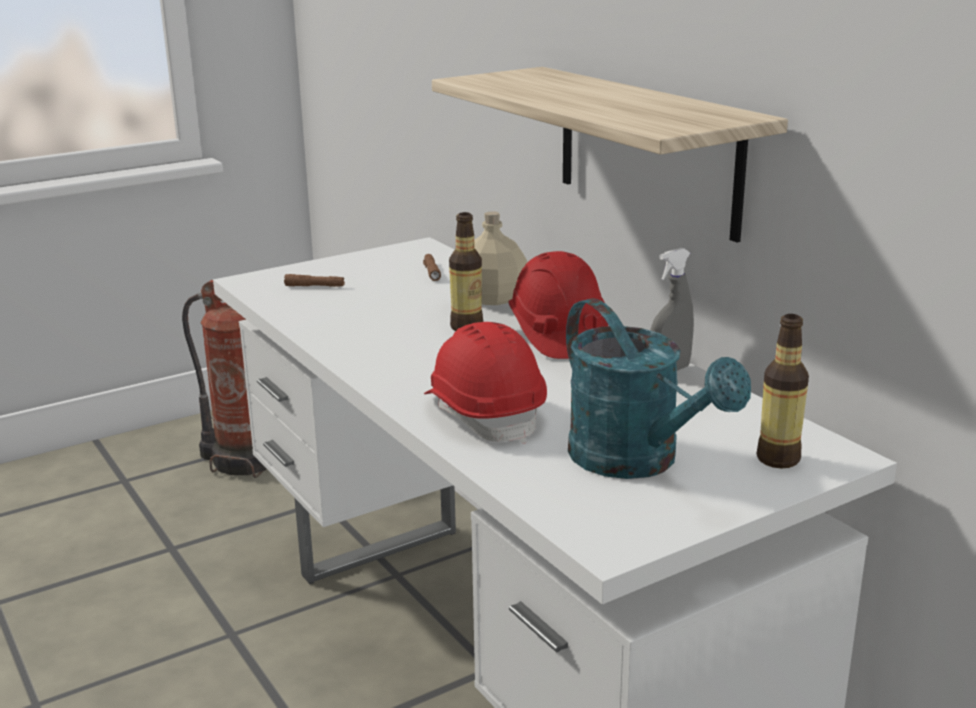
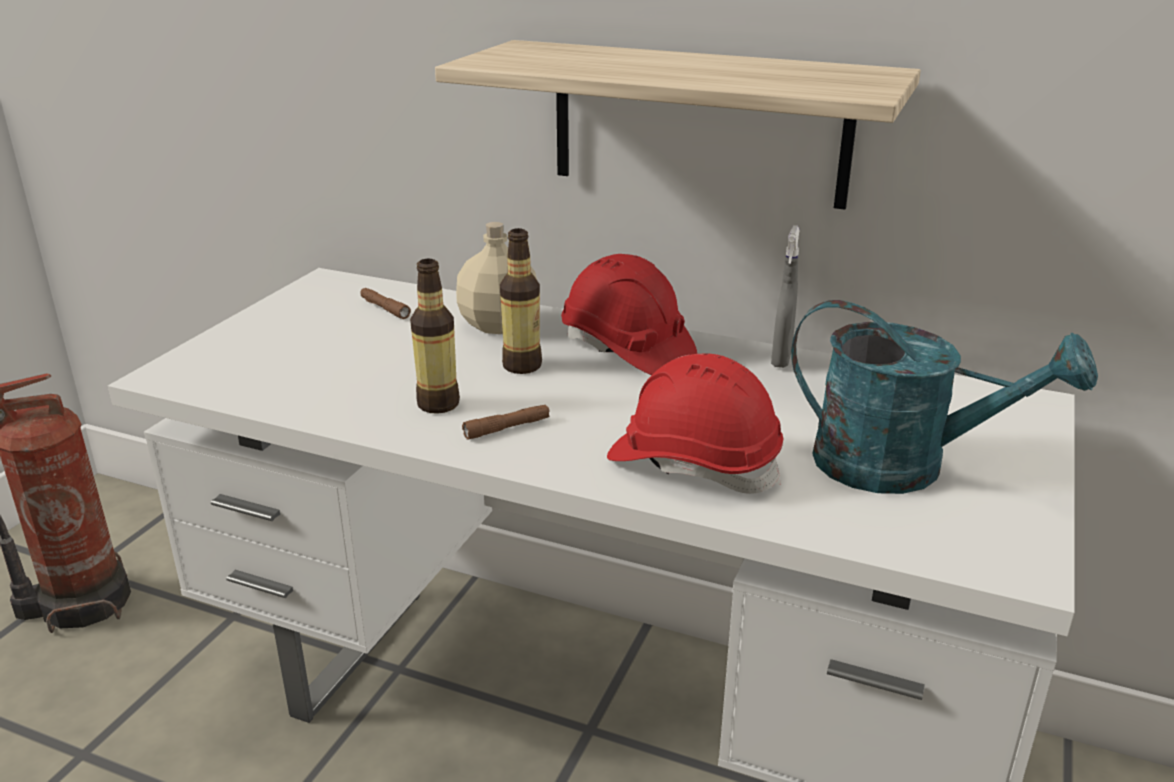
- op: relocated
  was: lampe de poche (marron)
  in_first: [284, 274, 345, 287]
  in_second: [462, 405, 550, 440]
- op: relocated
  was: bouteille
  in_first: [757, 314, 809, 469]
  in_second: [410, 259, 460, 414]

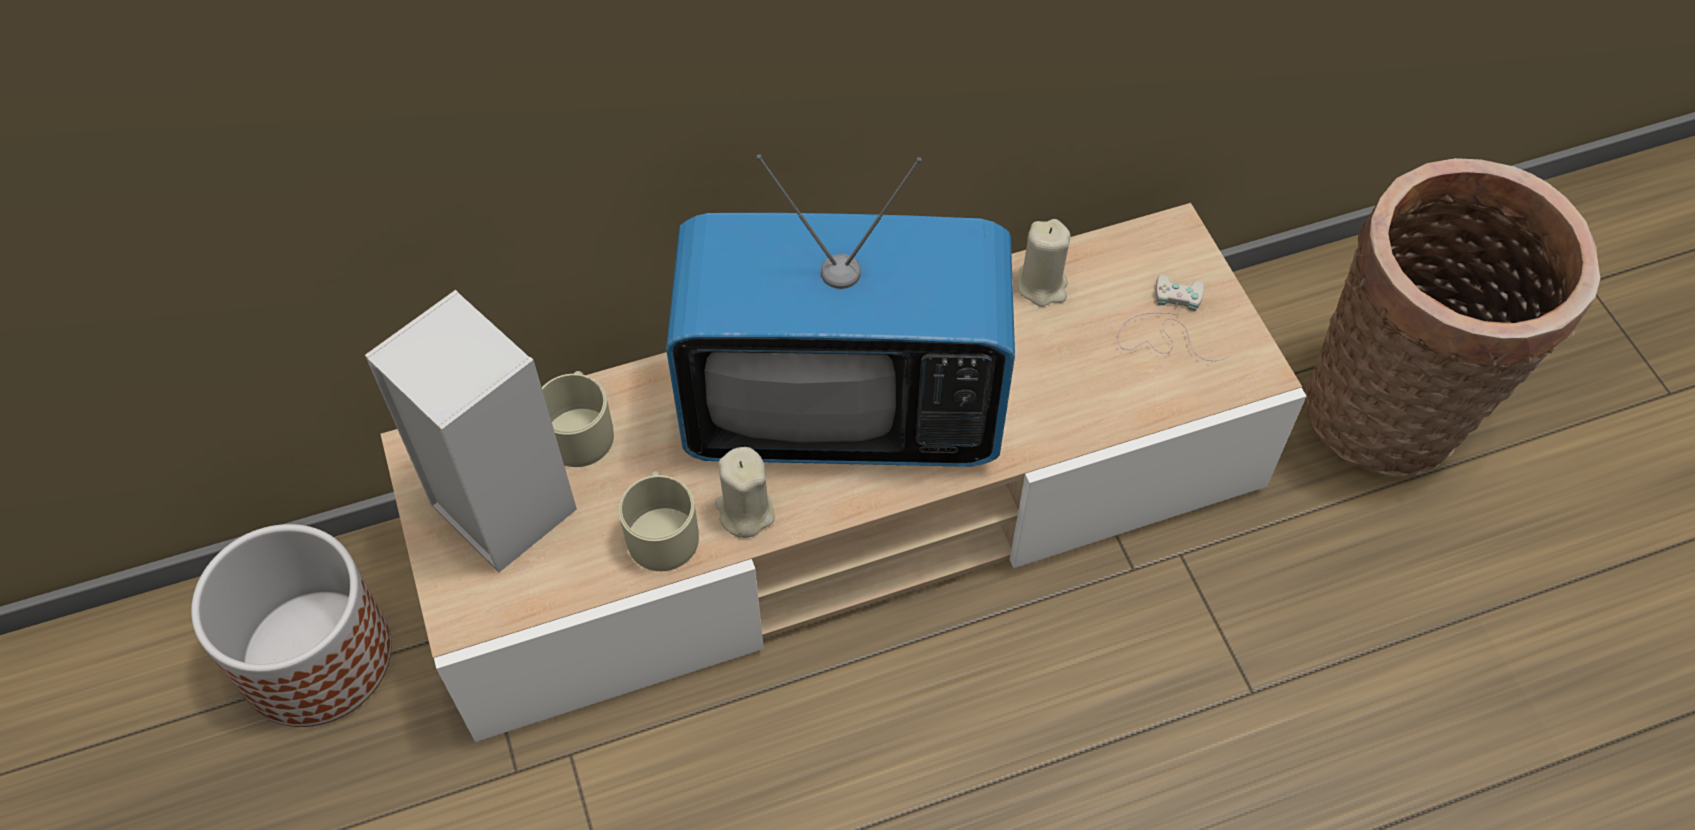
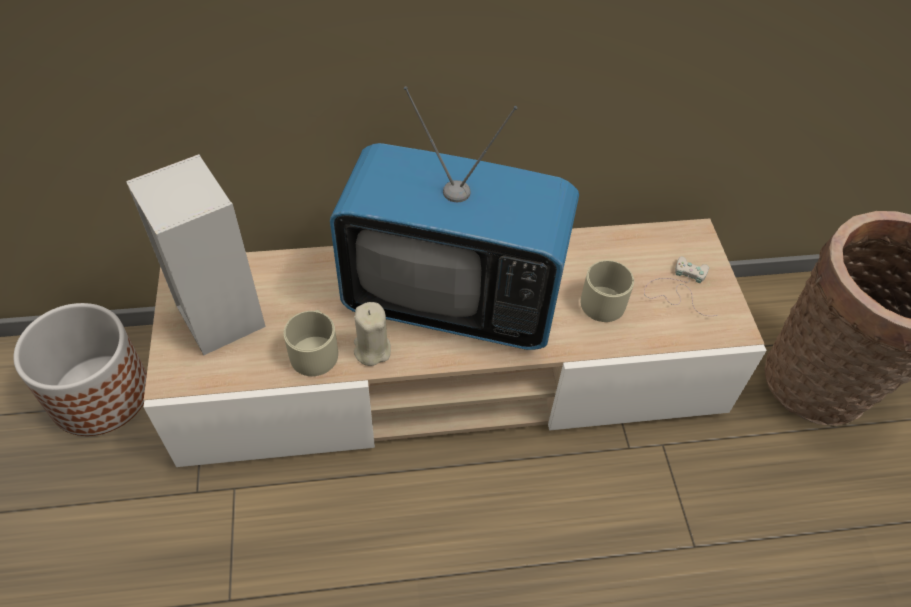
- op: missing
  was: bougie (beige)
  in_first: [1017, 219, 1071, 306]
- op: relocated
  was: mug (beige)
  in_first: [542, 371, 614, 467]
  in_second: [581, 260, 634, 322]

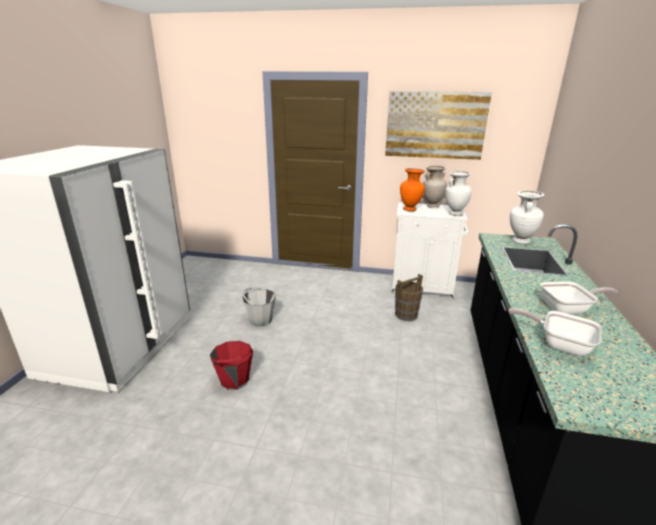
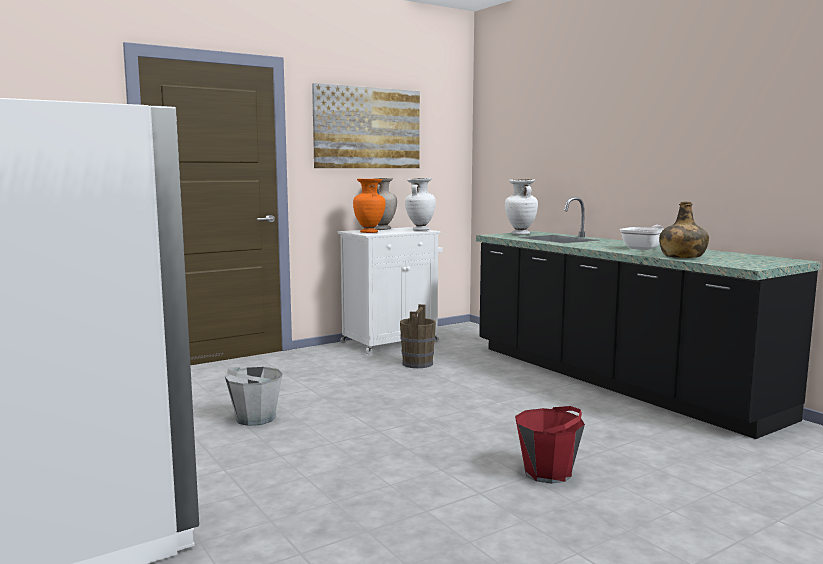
- op: relocated
  was: seau (rouge)
  in_first: [210, 341, 253, 390]
  in_second: [515, 406, 585, 484]
- op: exchanged
  was: poêle
  now: bouteille (vert)
  in_first: [508, 308, 602, 356]
  in_second: [659, 202, 709, 258]

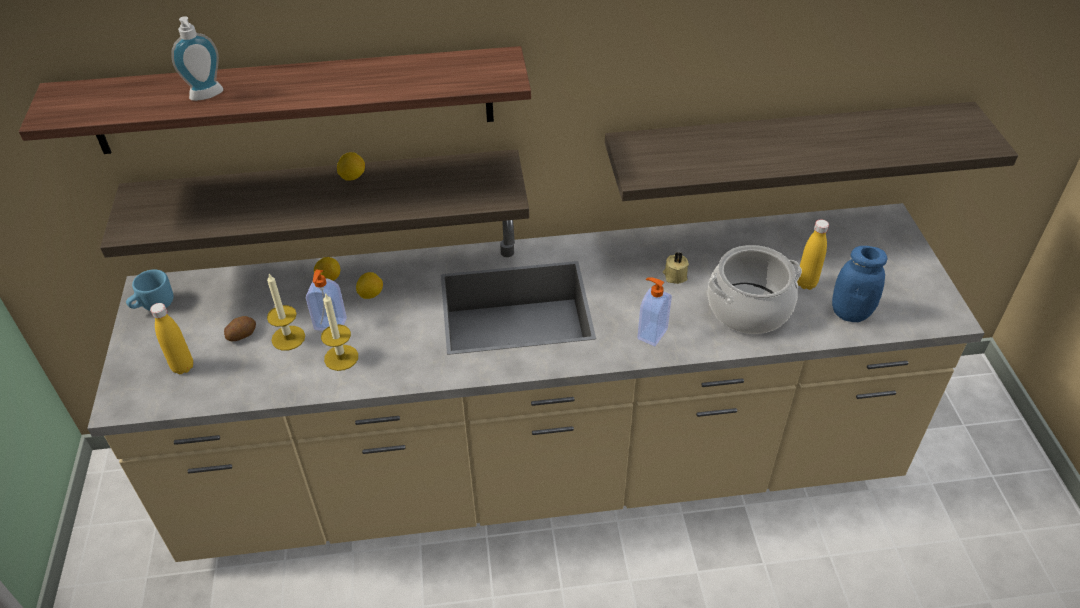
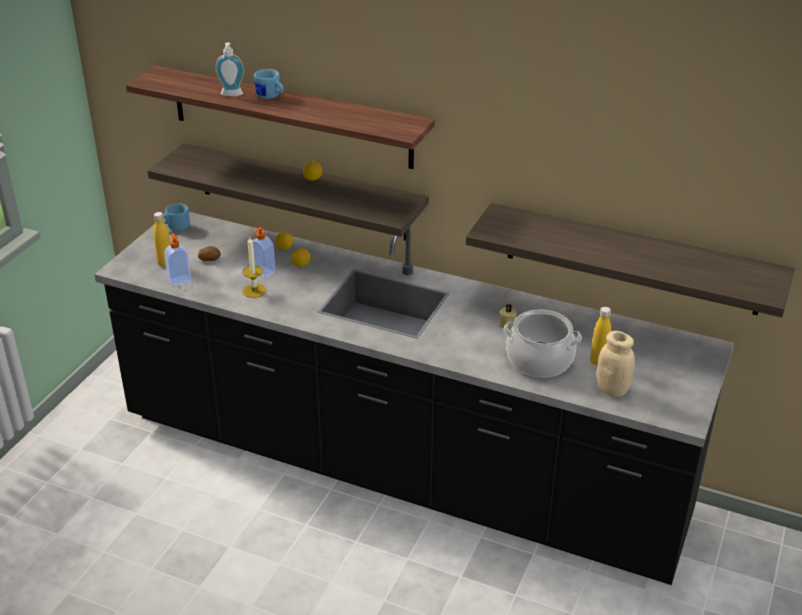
- op: missing
  was: bougie
  in_first: [267, 274, 305, 351]
- op: appeared
  now: mug (bleu)
  in_second: [254, 69, 283, 99]
- op: relocated
  was: distributeur de savon
  in_first: [637, 277, 672, 346]
  in_second: [164, 233, 192, 286]
- op: colour
  was: comptoir de cuisine (beige)
  now: comptoir de cuisine (noir)
  in_first: [87, 203, 984, 562]
  in_second: [94, 212, 734, 585]
- op: colour
  was: bocal (bleu)
  now: bocal (beige)
  in_first: [832, 246, 887, 322]
  in_second: [597, 331, 635, 397]

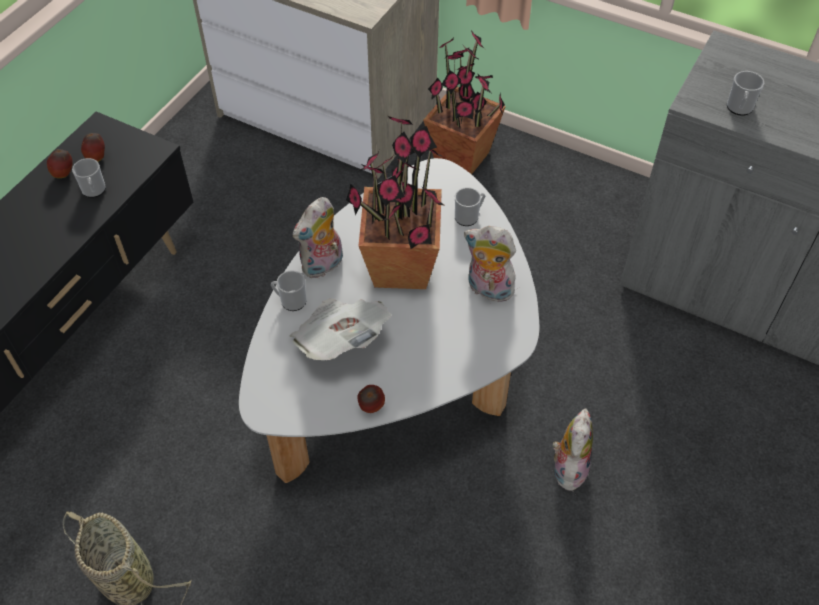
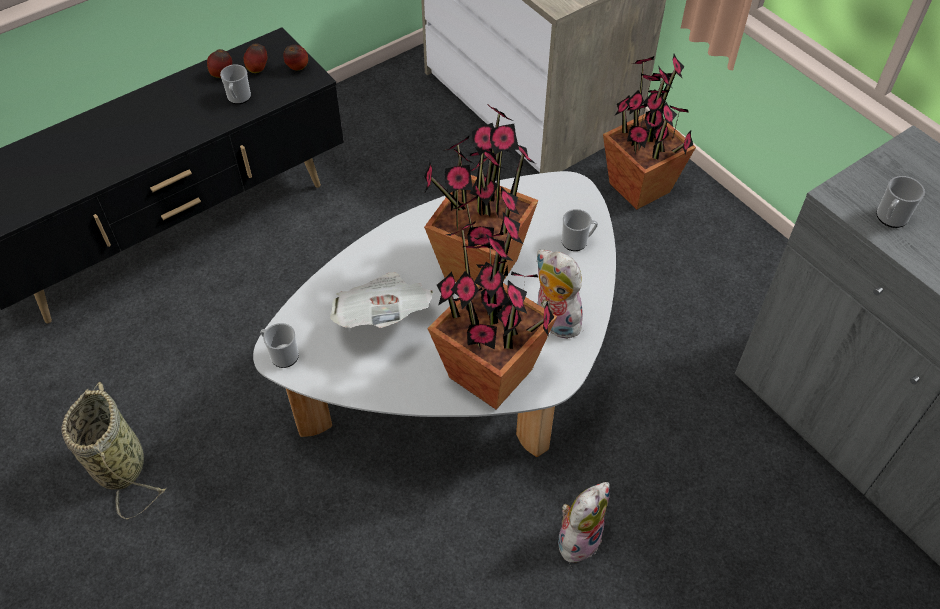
- op: missing
  was: peluche
  in_first: [293, 197, 343, 278]
- op: appeared
  now: plante en pot
  in_second: [427, 212, 557, 409]
- op: relocated
  was: mug
  in_first: [271, 270, 306, 311]
  in_second: [260, 323, 299, 368]
- op: relocated
  was: pomme
  in_first: [357, 385, 385, 413]
  in_second: [283, 45, 308, 70]

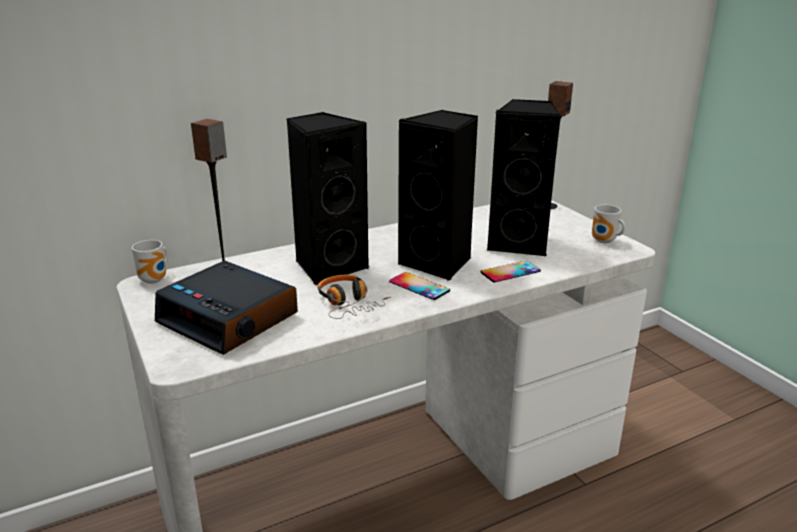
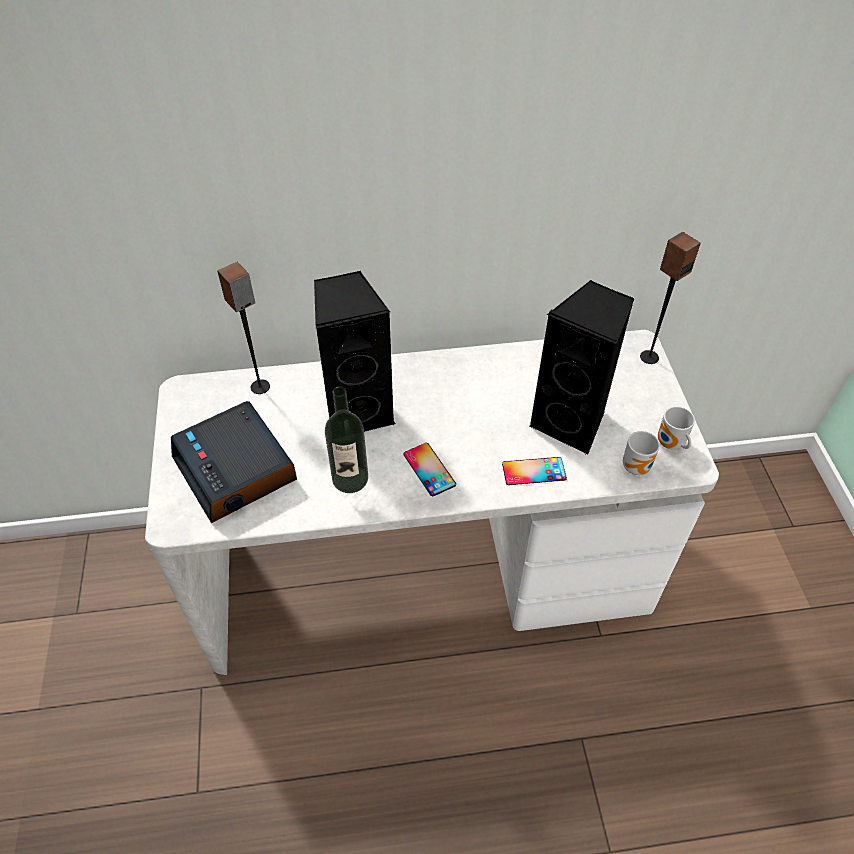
- op: missing
  was: enceinte (noir)
  in_first: [398, 110, 478, 281]
- op: relocated
  was: mug
  in_first: [132, 240, 168, 284]
  in_second: [623, 431, 660, 475]
- op: exchanged
  was: casque audio
  now: bouteille
  in_first: [317, 275, 391, 319]
  in_second: [325, 386, 368, 493]

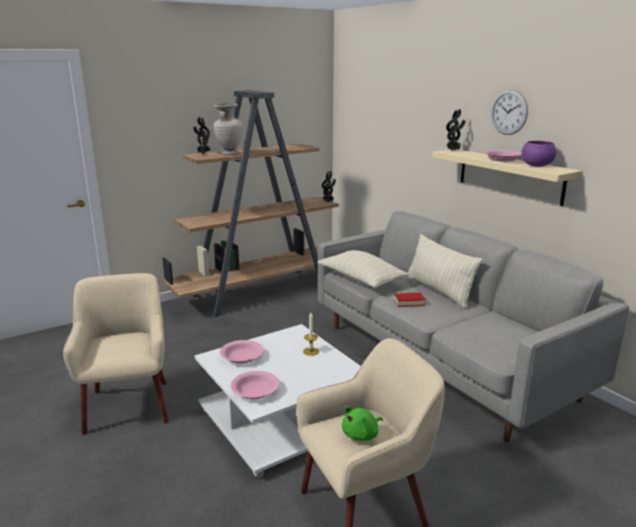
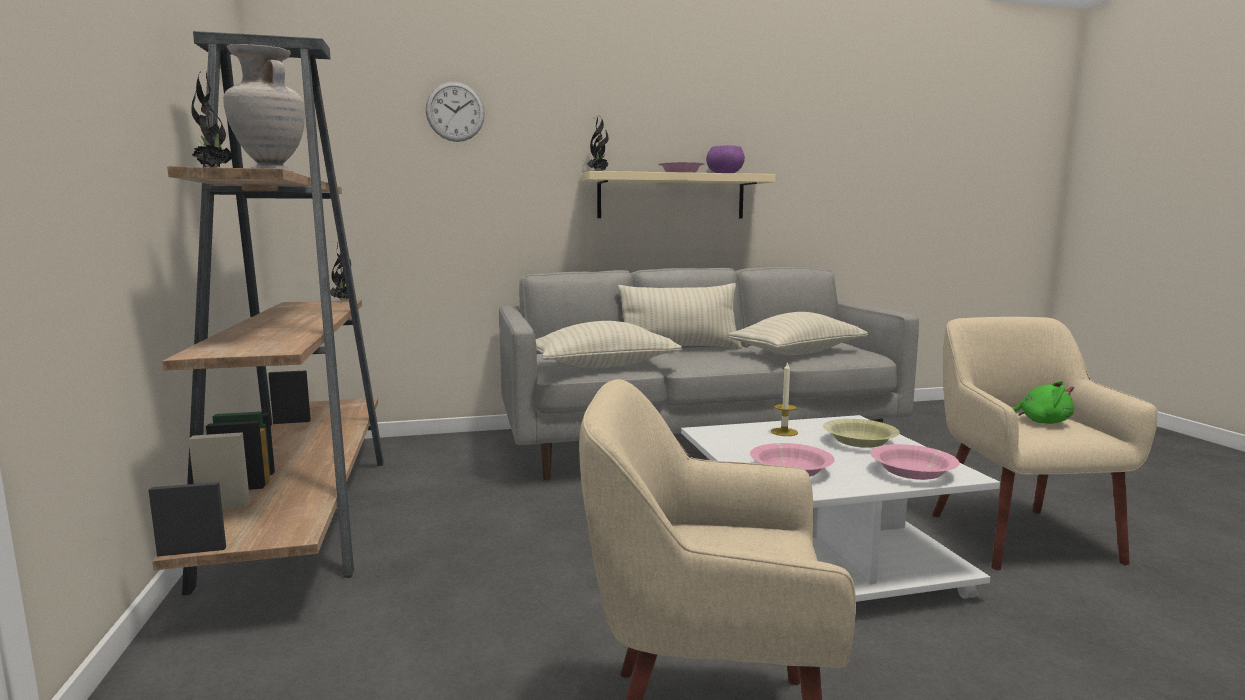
- op: missing
  was: livre
  in_first: [394, 292, 425, 307]
- op: appeared
  now: coussin (beige)
  in_second: [728, 312, 868, 355]
- op: appeared
  now: bol (jaune)
  in_second: [823, 419, 900, 448]
- op: relocated
  was: horloge murale
  in_first: [491, 89, 528, 135]
  in_second: [426, 81, 485, 142]
- op: spun
  was: peluche (vert)
  in_first: [342, 406, 383, 441]
  in_second: [1011, 381, 1074, 424]
  clockwise: -45

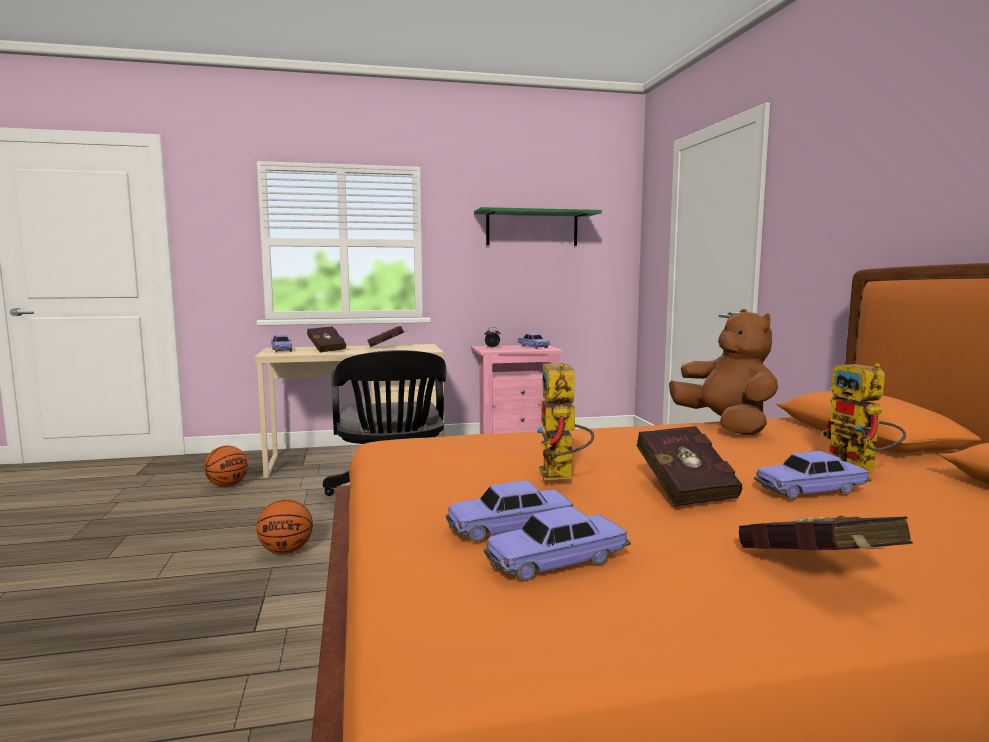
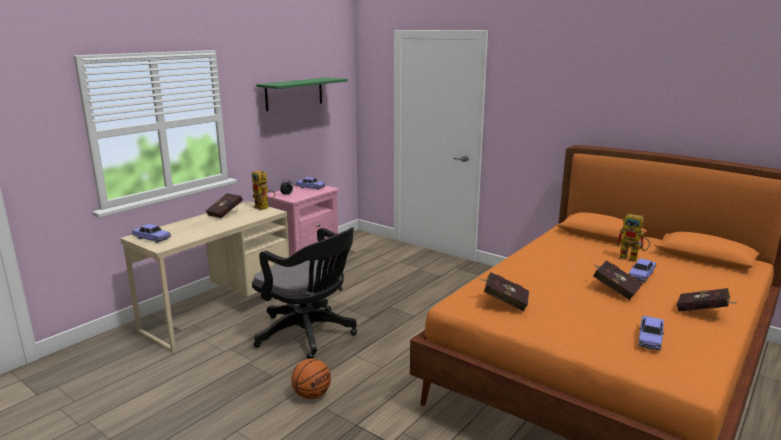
- op: missing
  was: ballon de basket
  in_first: [204, 445, 248, 487]
- op: missing
  was: petite voiture
  in_first: [446, 481, 573, 542]
- op: missing
  was: peluche (marron)
  in_first: [669, 309, 778, 435]
- op: relocated
  was: livre (rouge)
  in_first: [307, 327, 346, 352]
  in_second: [480, 272, 529, 311]
- op: relocated
  was: robot jouet
  in_first: [536, 363, 594, 480]
  in_second: [252, 170, 276, 210]

